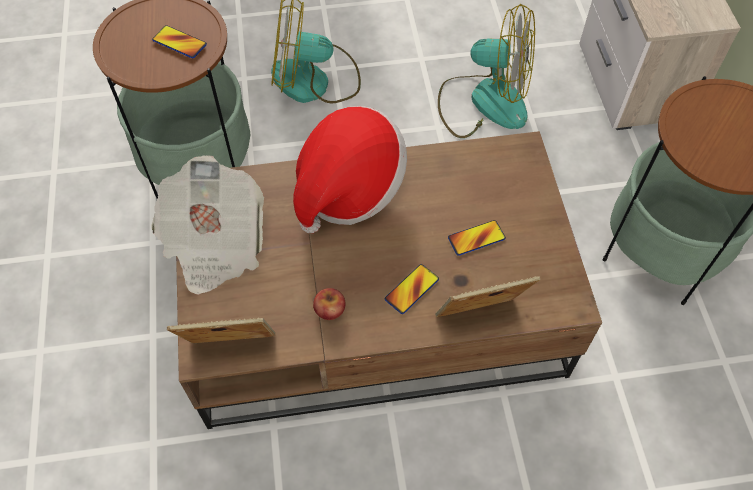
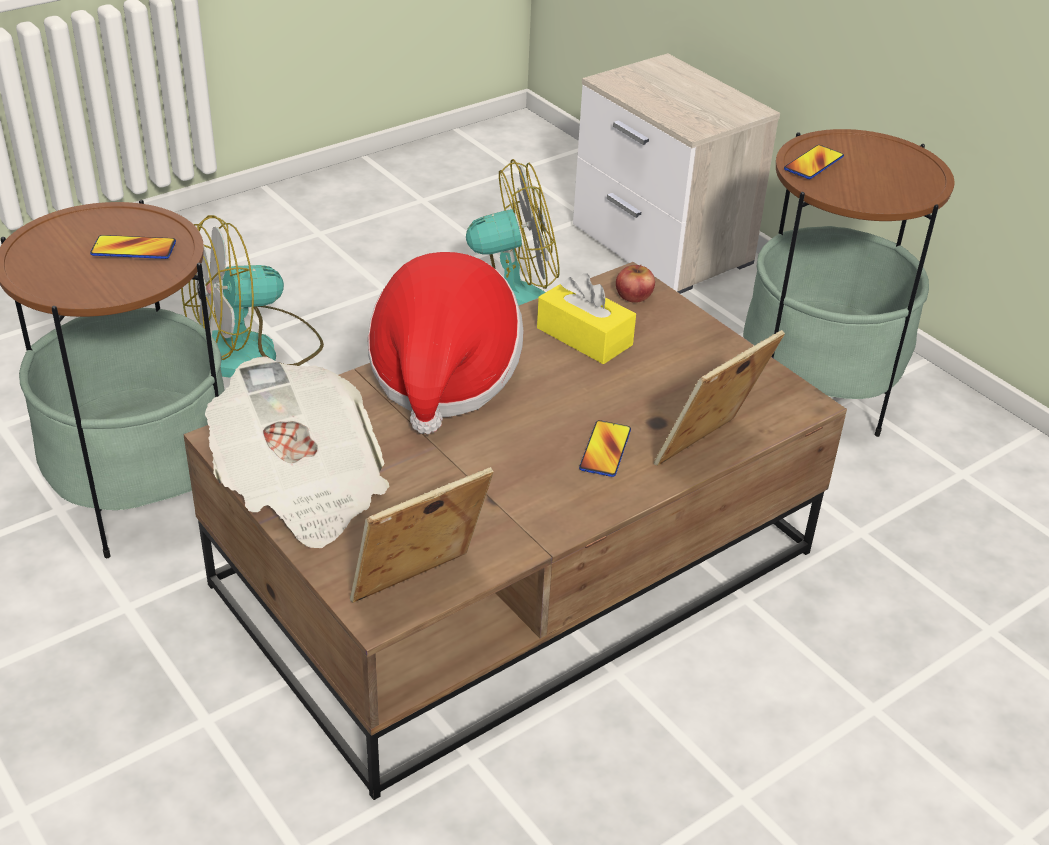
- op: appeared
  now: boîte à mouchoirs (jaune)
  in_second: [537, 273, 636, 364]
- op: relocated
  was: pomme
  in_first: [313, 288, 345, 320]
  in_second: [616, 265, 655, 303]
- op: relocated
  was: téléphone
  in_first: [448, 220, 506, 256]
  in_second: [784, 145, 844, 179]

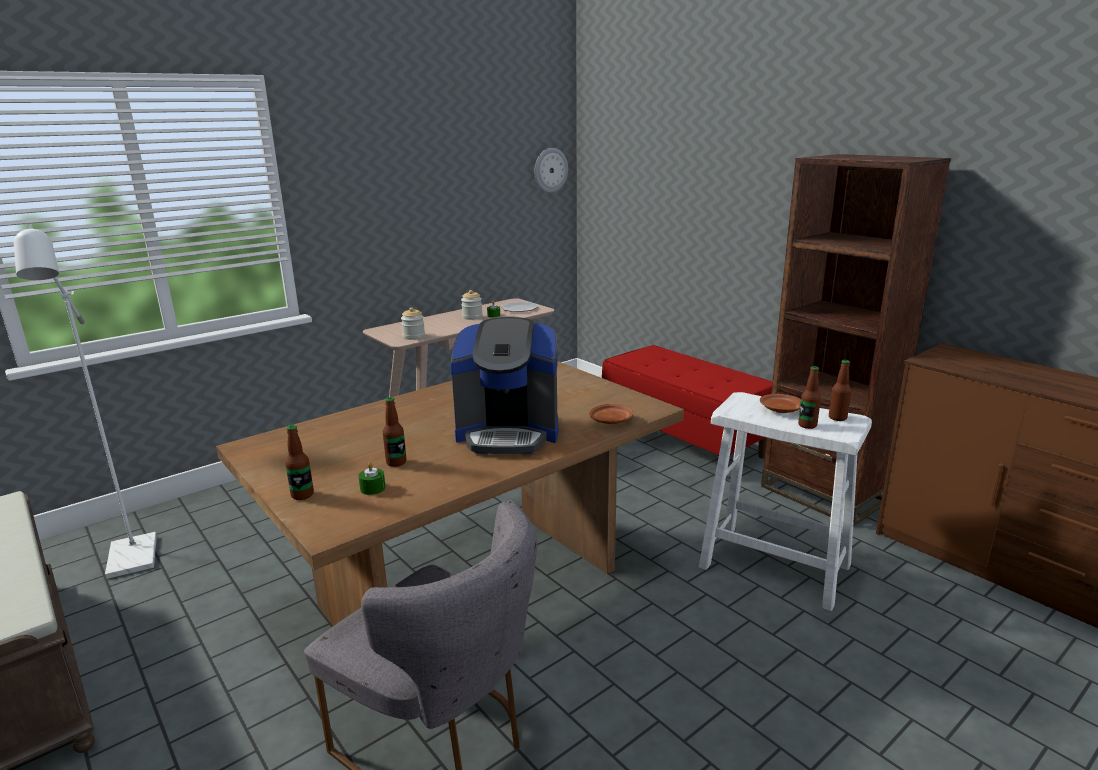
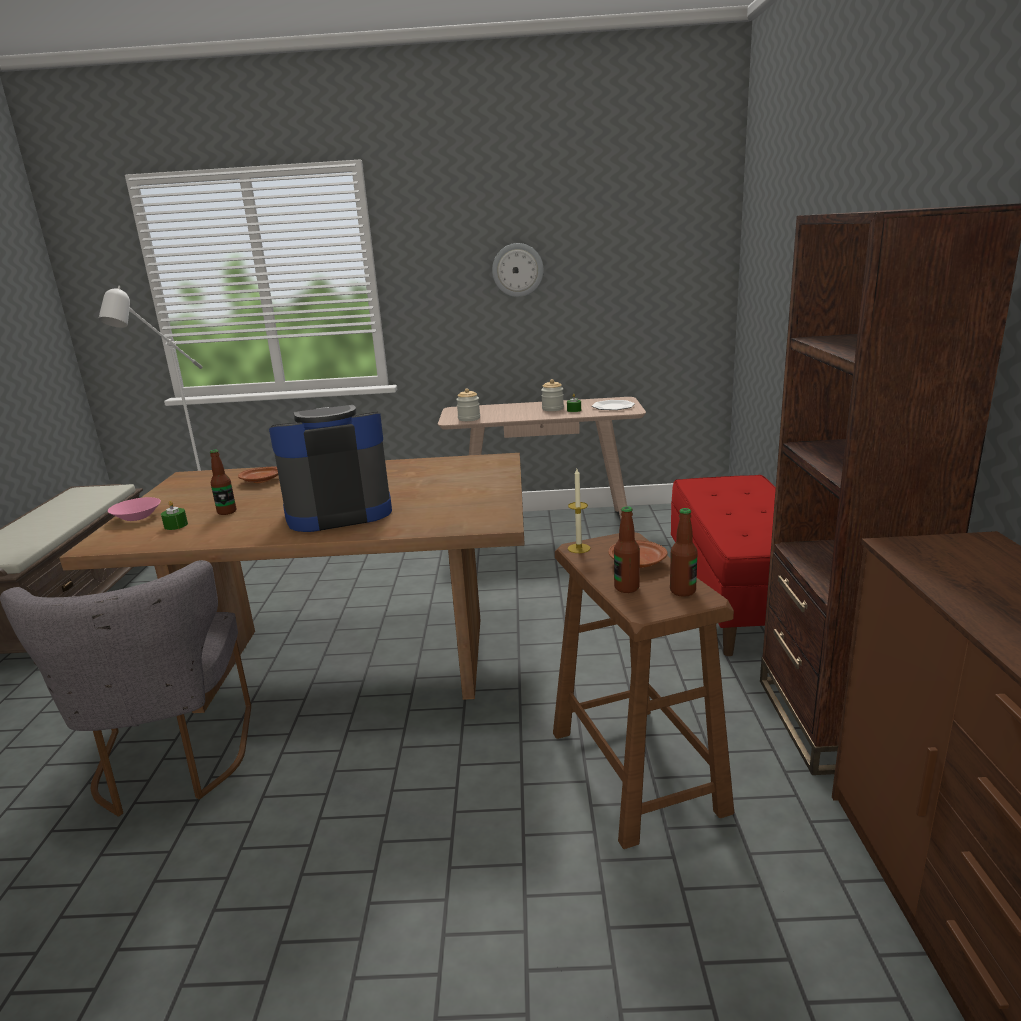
- op: appeared
  now: bougie
  in_second: [568, 469, 590, 553]
- op: relocated
  was: horloge murale
  in_first: [534, 148, 568, 193]
  in_second: [492, 243, 544, 297]
- op: relocated
  was: assiette (marron)
  in_first: [589, 404, 633, 424]
  in_second: [238, 467, 278, 483]
- op: exchanged
  was: bouteille
  now: bol (rose)
  in_first: [285, 425, 314, 500]
  in_second: [108, 497, 161, 521]
- op: colour
  was: tabouret (blanc)
  now: tabouret (marron)
  in_first: [699, 392, 872, 611]
  in_second: [553, 532, 734, 849]
- op: spun
  was: machine à café
  in_first: [450, 317, 558, 454]
  in_second: [269, 405, 392, 532]
  clockwise: 120

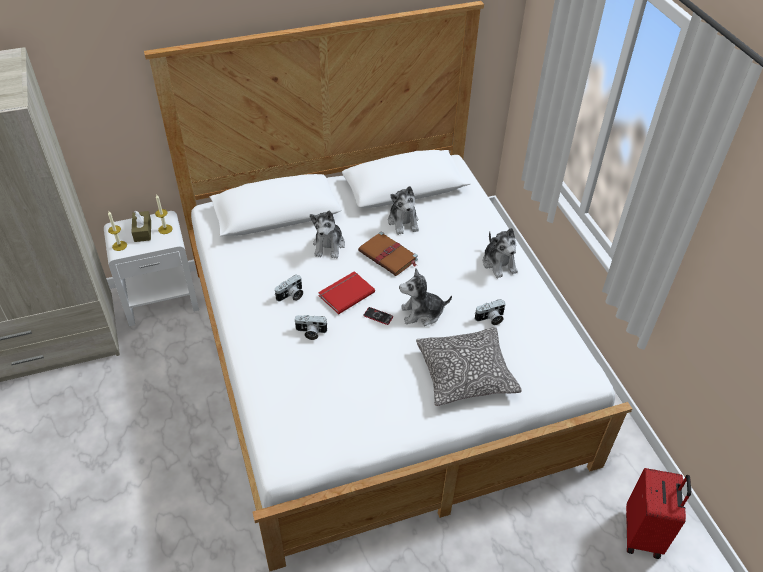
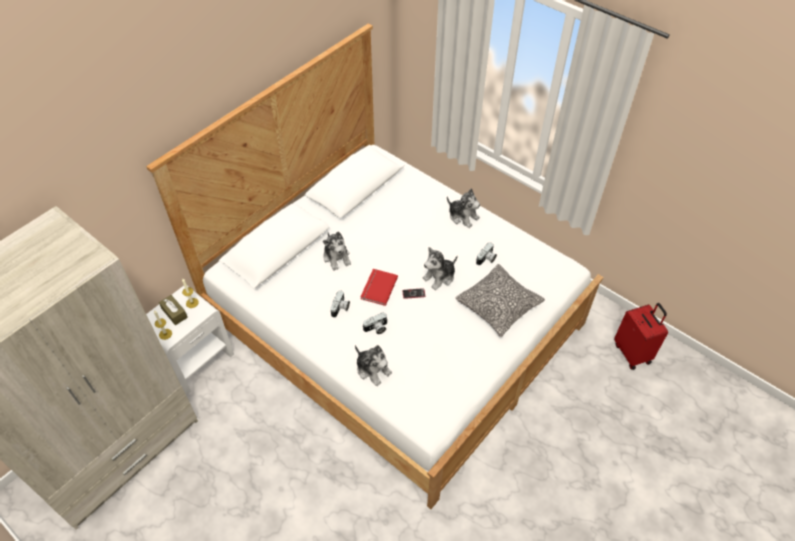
- op: missing
  was: livre (marron)
  in_first: [358, 231, 418, 276]
- op: relocated
  was: peluche
  in_first: [388, 186, 419, 235]
  in_second: [355, 345, 392, 386]

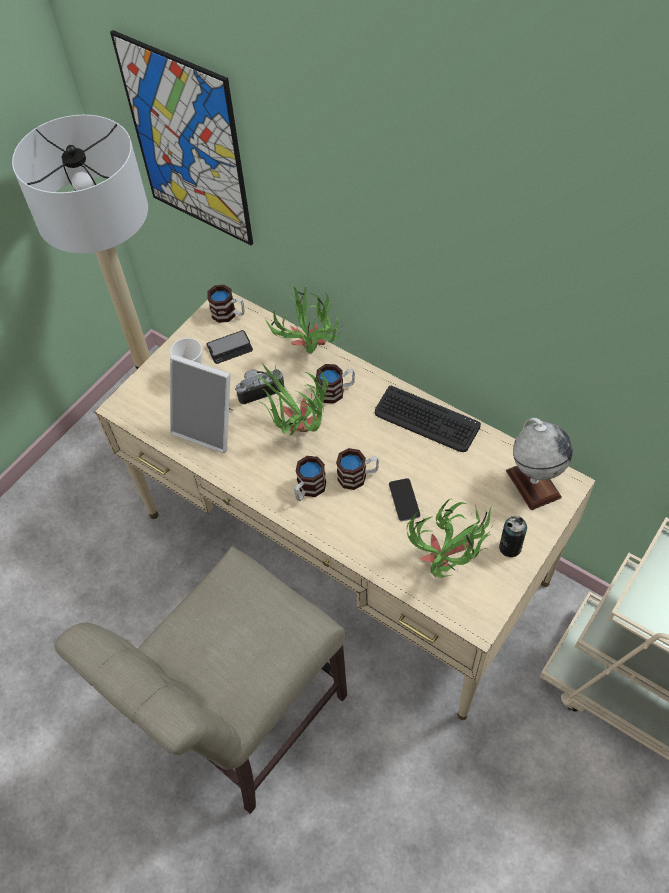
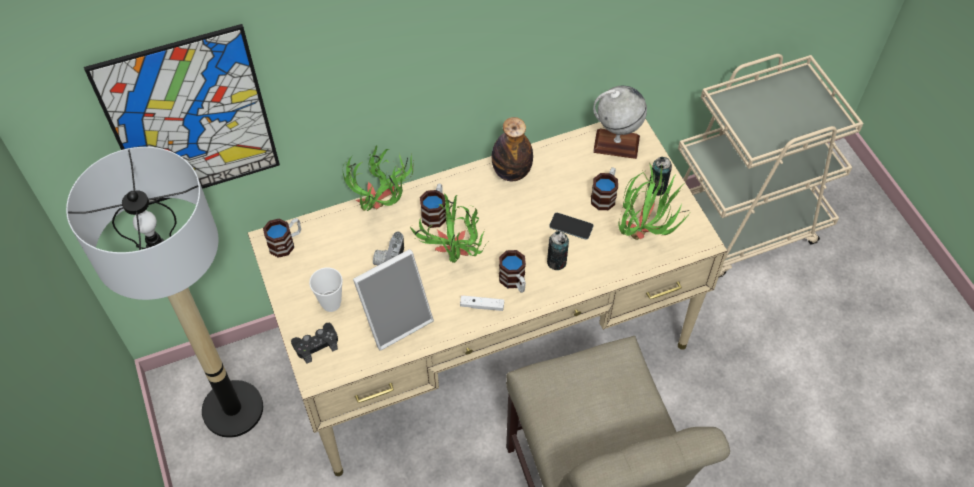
- op: missing
  was: téléphone
  in_first: [207, 330, 253, 364]
- op: appeared
  now: manette (noir)
  in_second: [291, 323, 338, 363]
- op: appeared
  now: manette (blanc)
  in_second: [460, 295, 504, 311]
- op: appeared
  now: boîte métallique
  in_second: [547, 231, 569, 270]
- op: relocated
  was: mug
  in_first: [336, 448, 379, 490]
  in_second: [591, 167, 618, 210]
- op: exchanged
  was: clavier
  now: bouteille
  in_first: [375, 386, 481, 452]
  in_second: [491, 117, 533, 181]

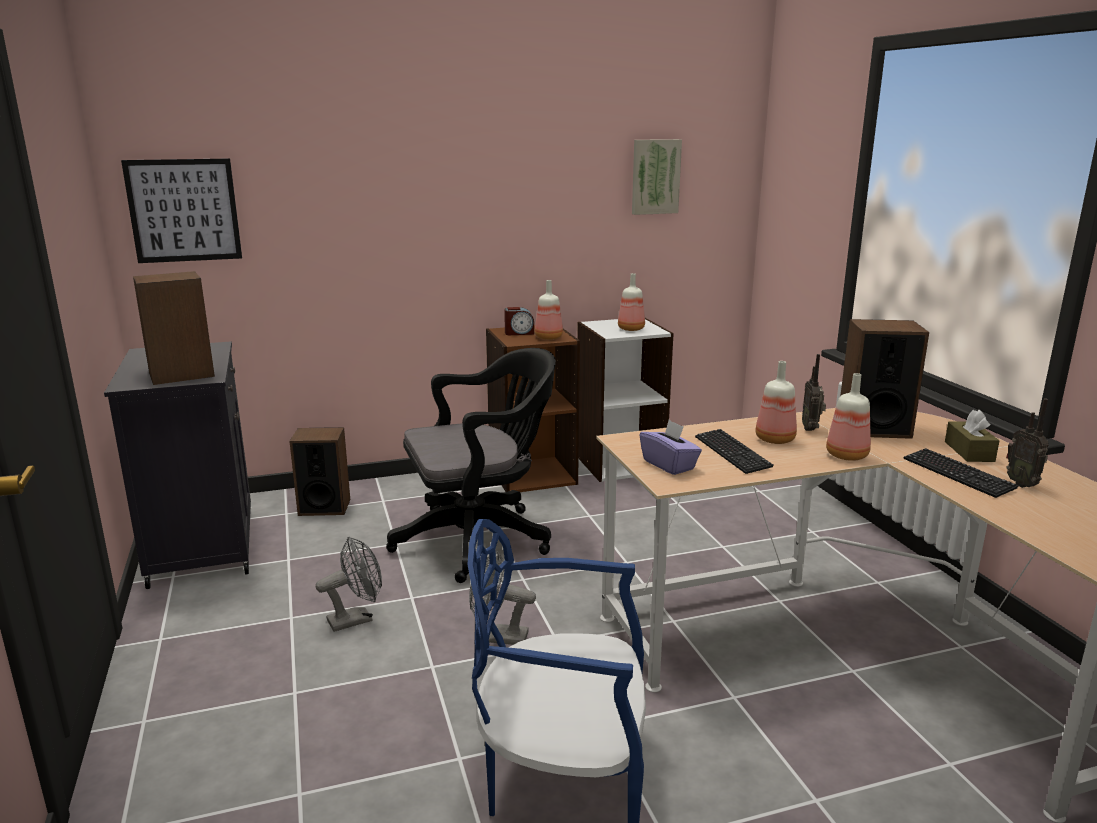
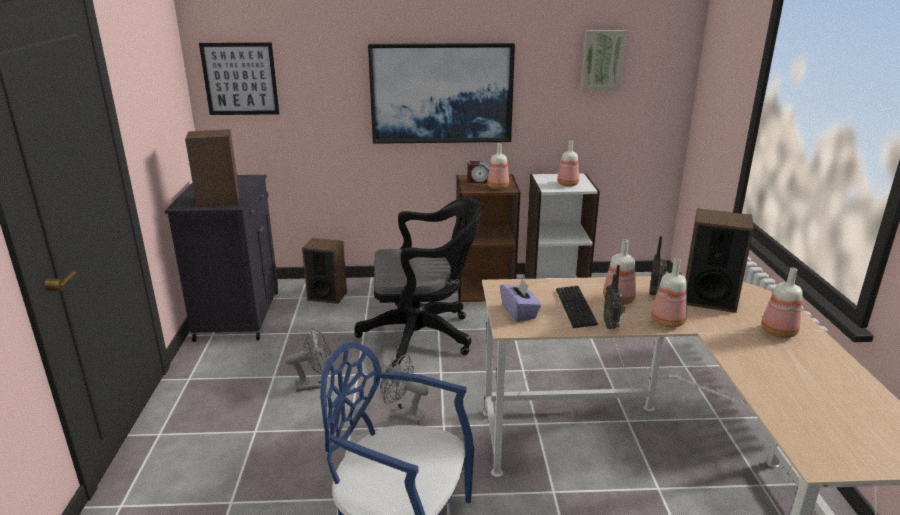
- op: missing
  was: clavier
  in_first: [904, 448, 1019, 498]
- op: appeared
  now: tableau
  in_second: [368, 43, 515, 144]
- op: relocated
  was: radio
  in_first: [1006, 398, 1049, 488]
  in_second: [603, 265, 625, 329]
- op: exchanged
  was: boîte à mouchoirs (marron)
  now: bouteille
  in_first: [945, 410, 999, 462]
  in_second: [761, 267, 803, 338]

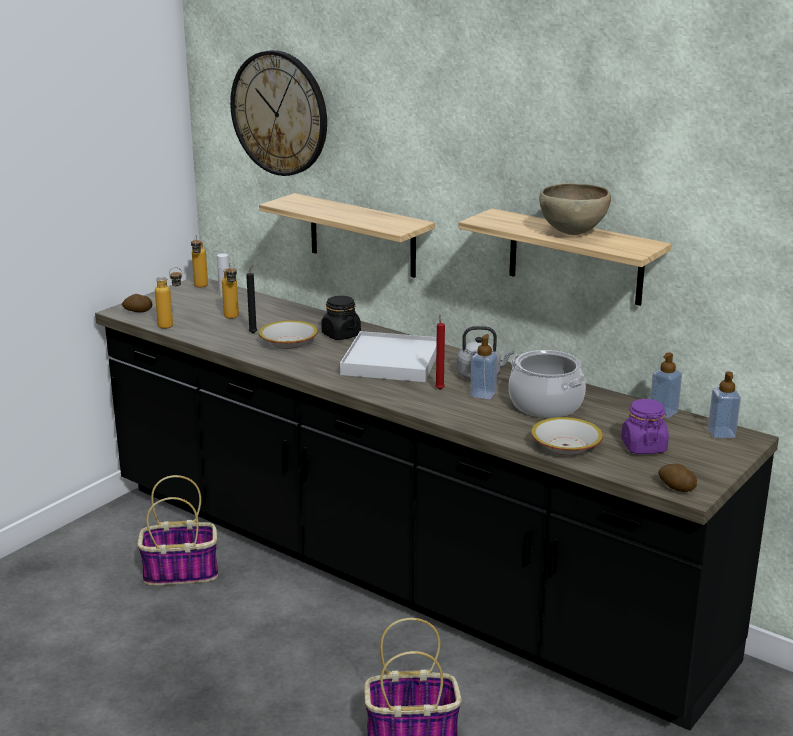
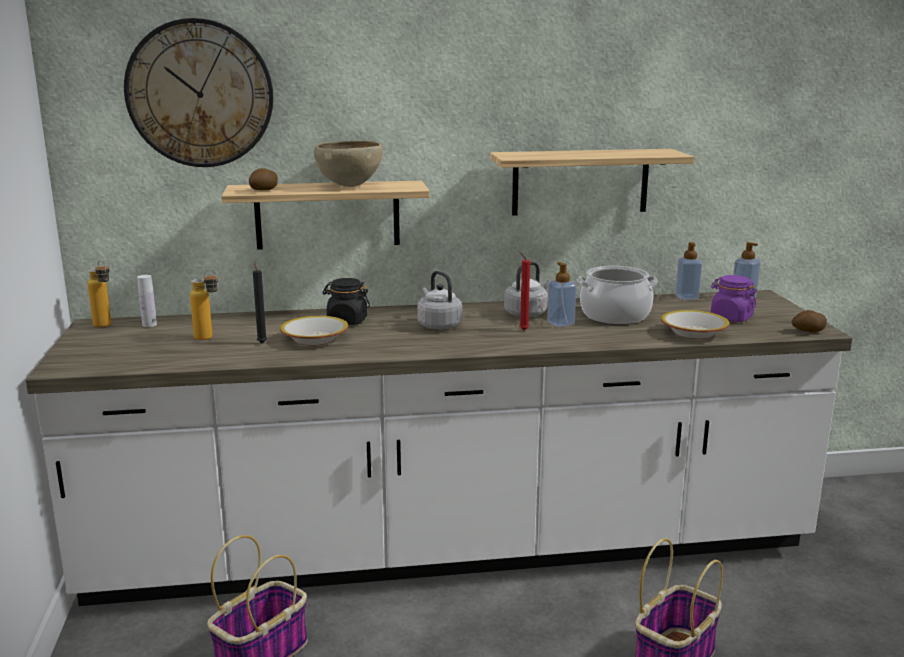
- op: missing
  was: bouteille
  in_first: [155, 267, 183, 329]
- op: relocated
  was: pomme de terre
  in_first: [122, 294, 152, 313]
  in_second: [249, 168, 278, 190]
- op: relocated
  was: bol (marron)
  in_first: [539, 183, 611, 235]
  in_second: [314, 141, 383, 187]
- op: exchanged
  was: plateau (blanc)
  now: bouilloire (gris)
  in_first: [340, 331, 437, 382]
  in_second: [417, 271, 463, 330]
- op: colour
  was: comptoir de cuisine (noir)
  now: comptoir de cuisine (blanc)
  in_first: [95, 277, 779, 731]
  in_second: [26, 290, 852, 606]

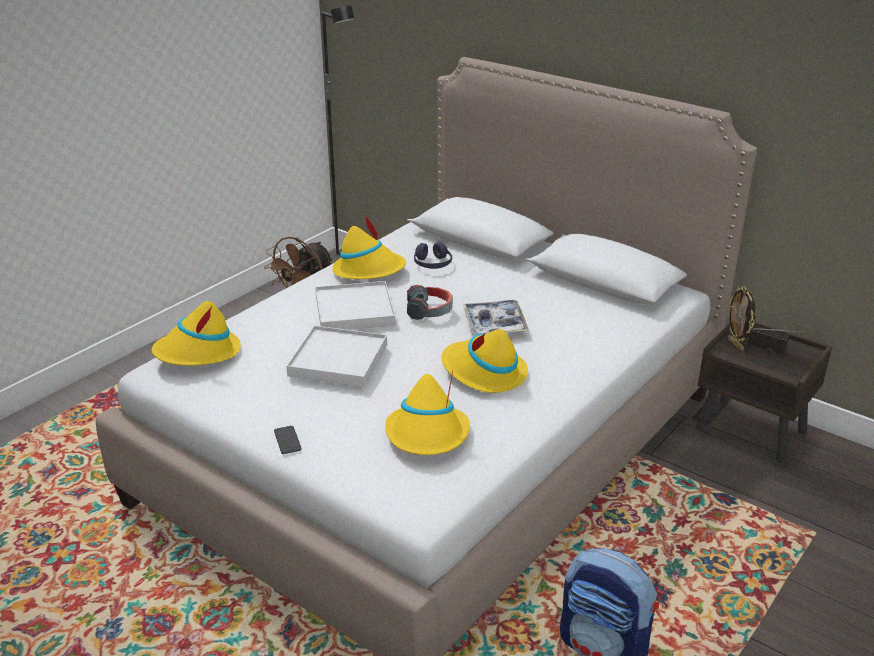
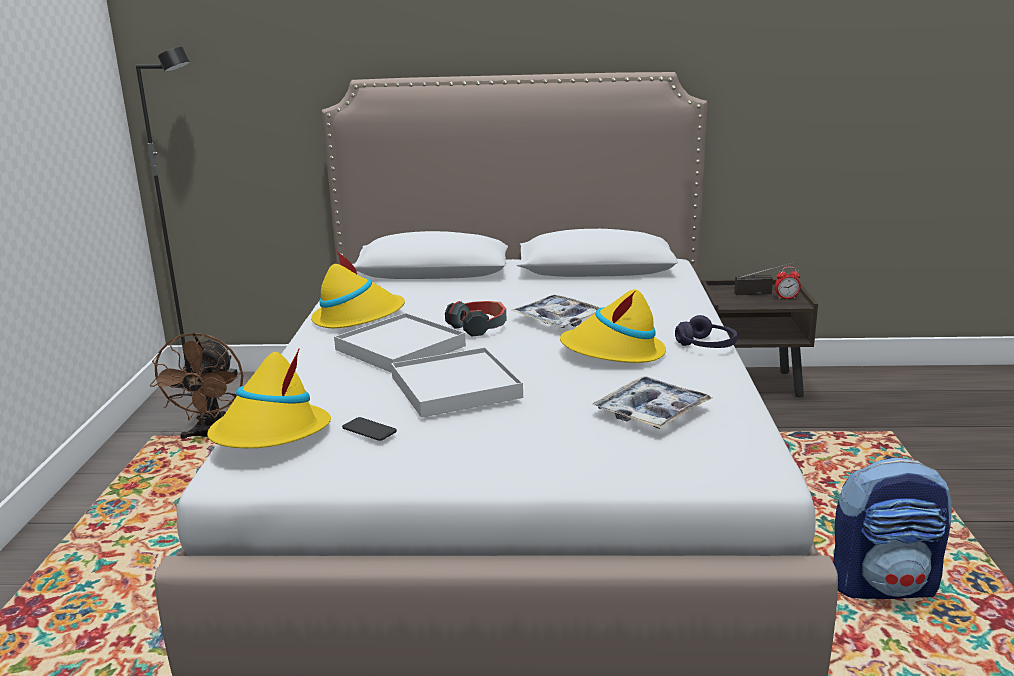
- op: missing
  was: cadre photo
  in_first: [728, 287, 756, 351]
- op: appeared
  now: réveil
  in_second: [775, 267, 801, 299]
- op: relocated
  was: téléphone
  in_first: [274, 426, 301, 454]
  in_second: [342, 417, 397, 441]
- op: relocated
  was: casque audio (violet)
  in_first: [414, 242, 452, 269]
  in_second: [675, 315, 737, 348]
- op: exchanged
  was: chapeau (jaune)
  now: plateau
  in_first: [385, 370, 470, 455]
  in_second: [592, 376, 712, 429]

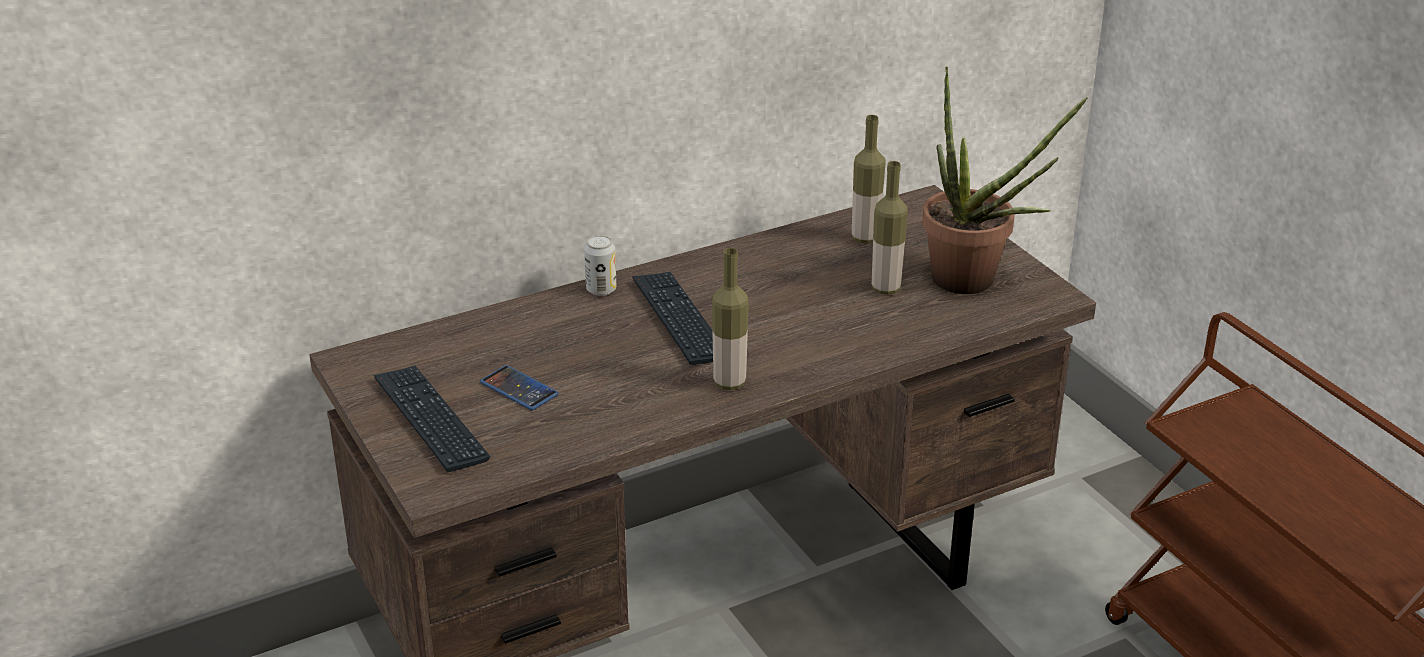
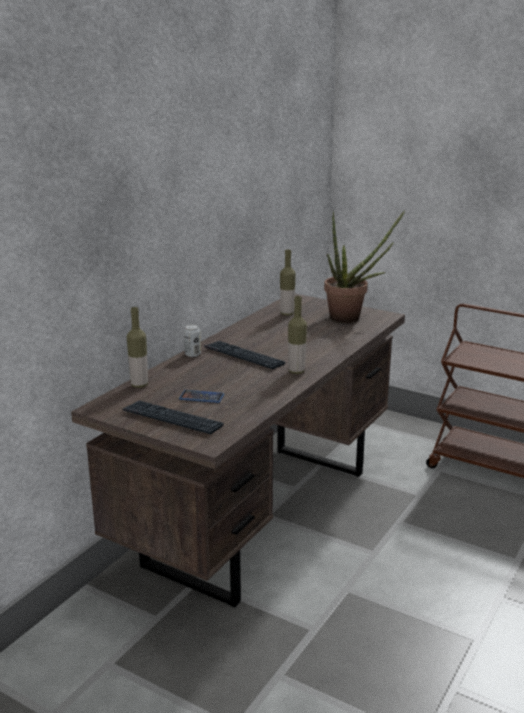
- op: relocated
  was: bouteille
  in_first: [872, 161, 908, 295]
  in_second: [127, 307, 148, 388]

